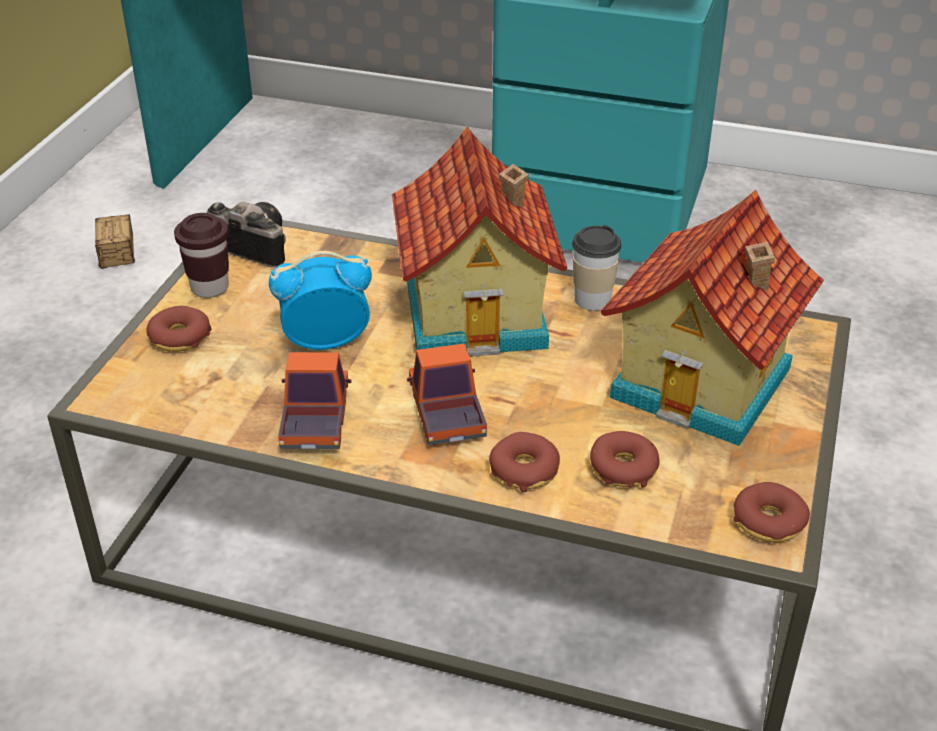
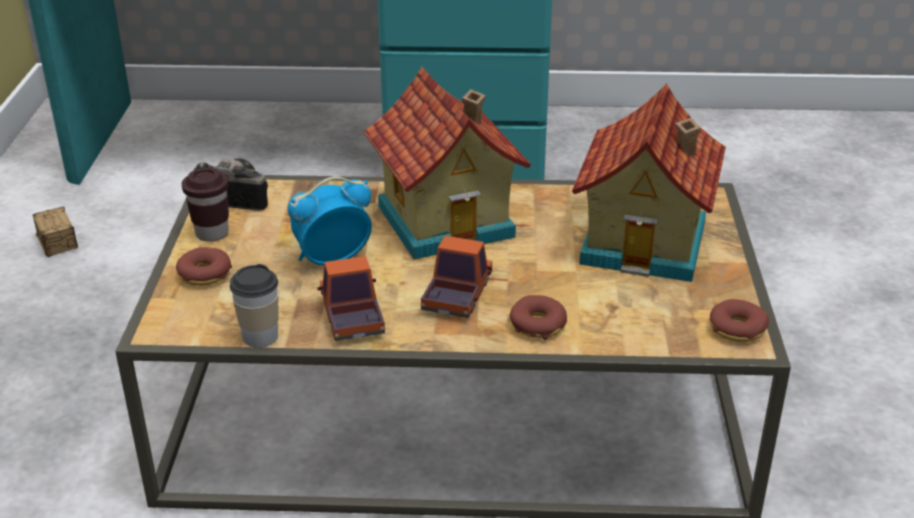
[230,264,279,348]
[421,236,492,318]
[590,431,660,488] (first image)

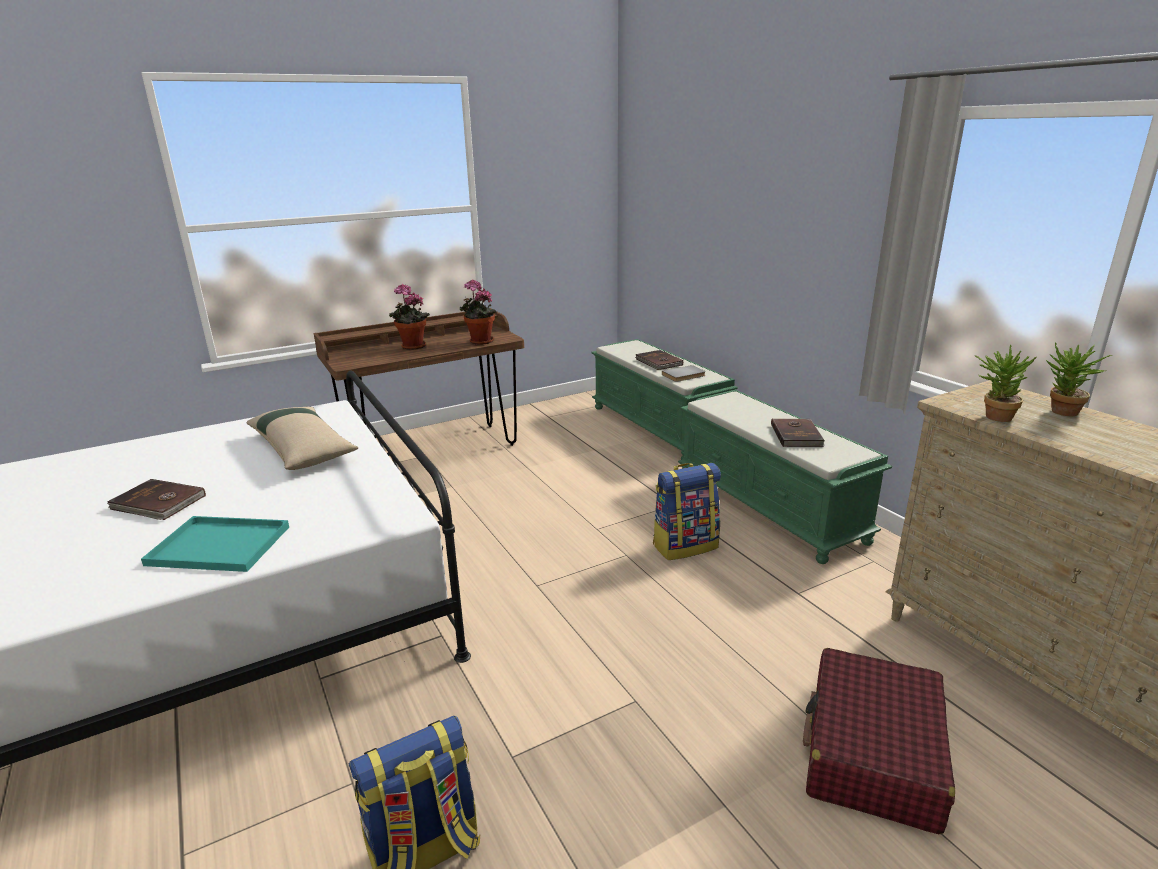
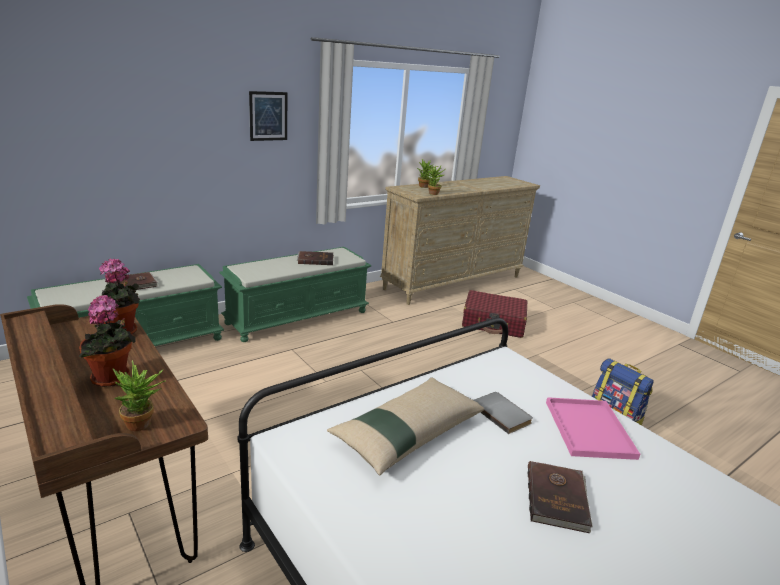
[112,360,166,431]
[249,91,287,141]
[474,392,533,434]
[546,397,640,460]
[653,463,721,560] (first image)

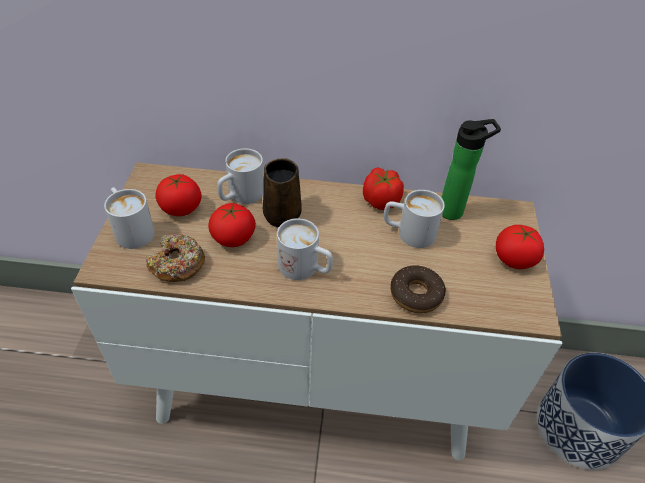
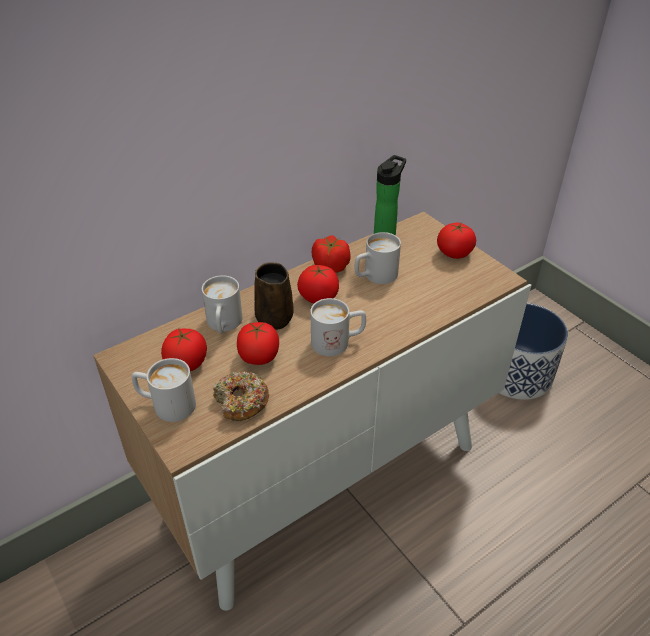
[297,265,339,303]
[390,265,446,313] (first image)

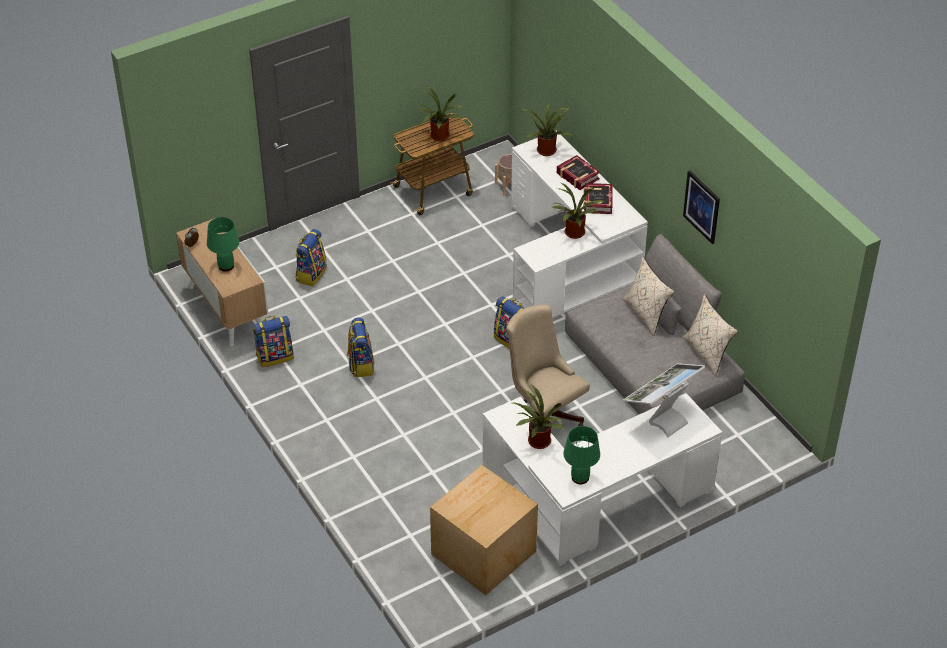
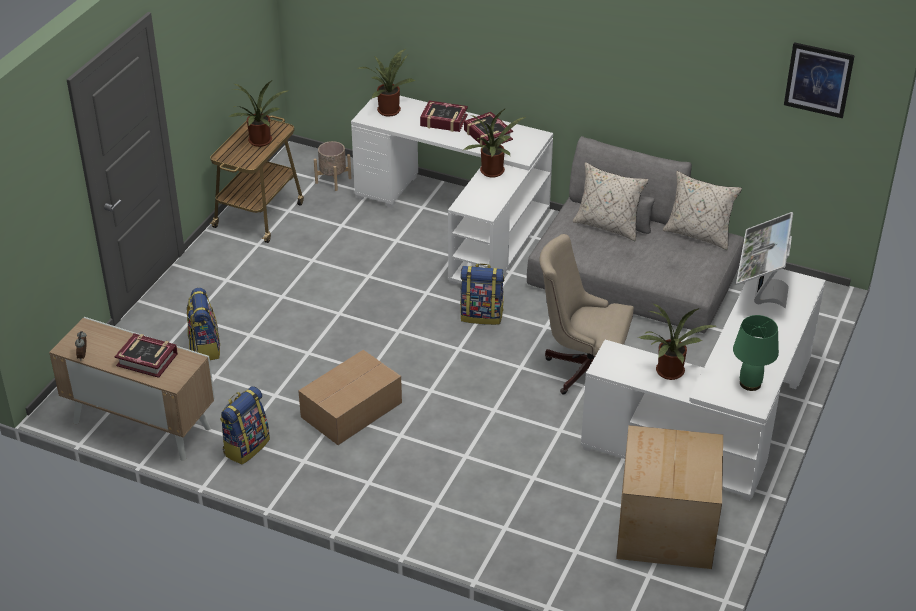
[115,333,178,378]
[298,350,402,445]
[784,42,855,118]

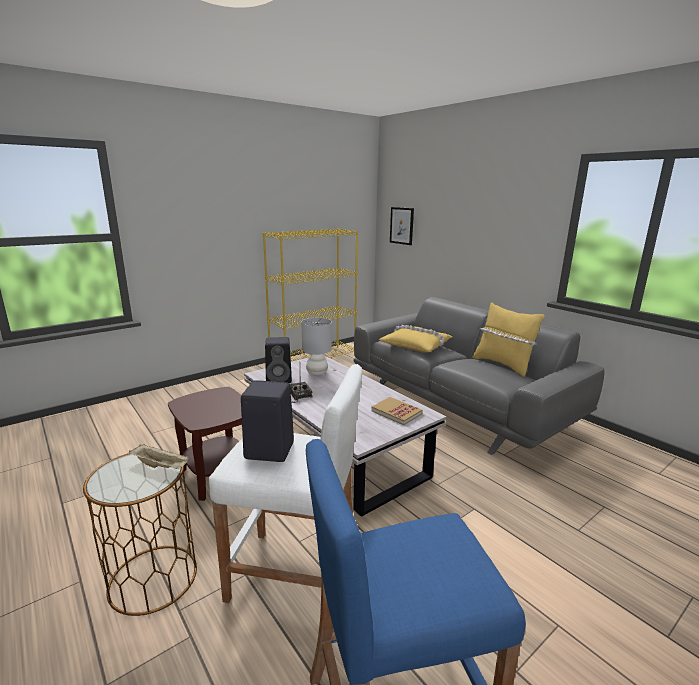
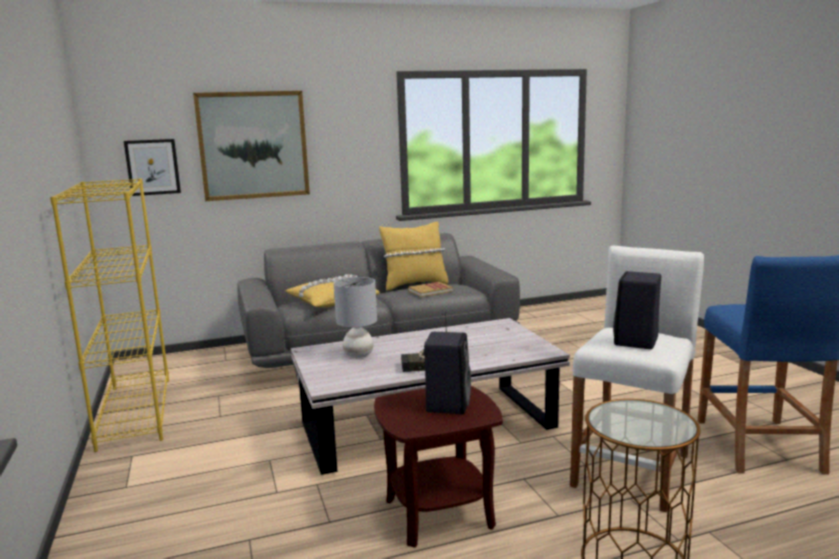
[193,91,310,201]
[408,282,453,297]
[424,332,471,414]
[129,444,190,469] (first image)

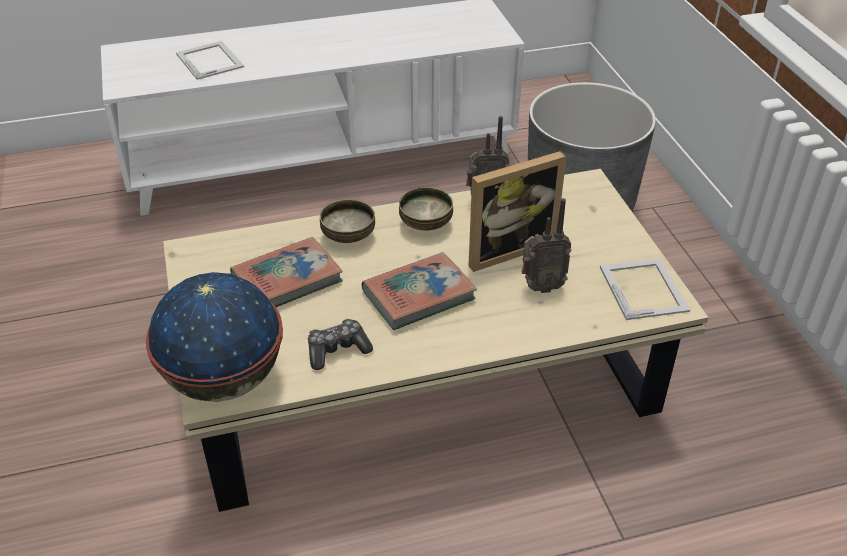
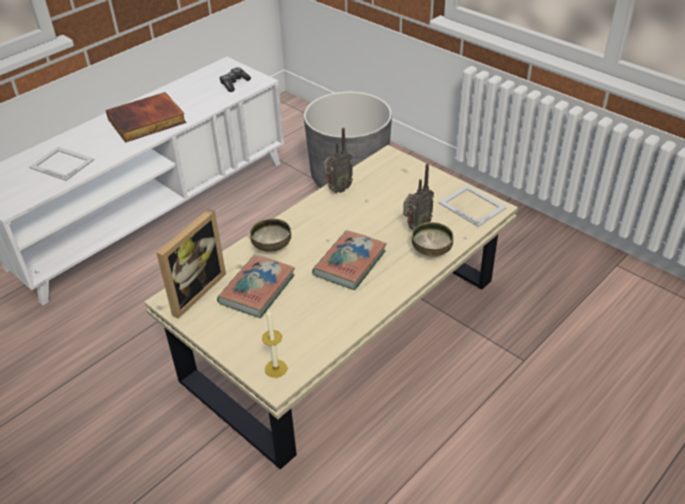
[106,92,186,143]
[156,209,226,319]
[219,67,251,92]
[262,310,287,378]
[412,222,453,256]

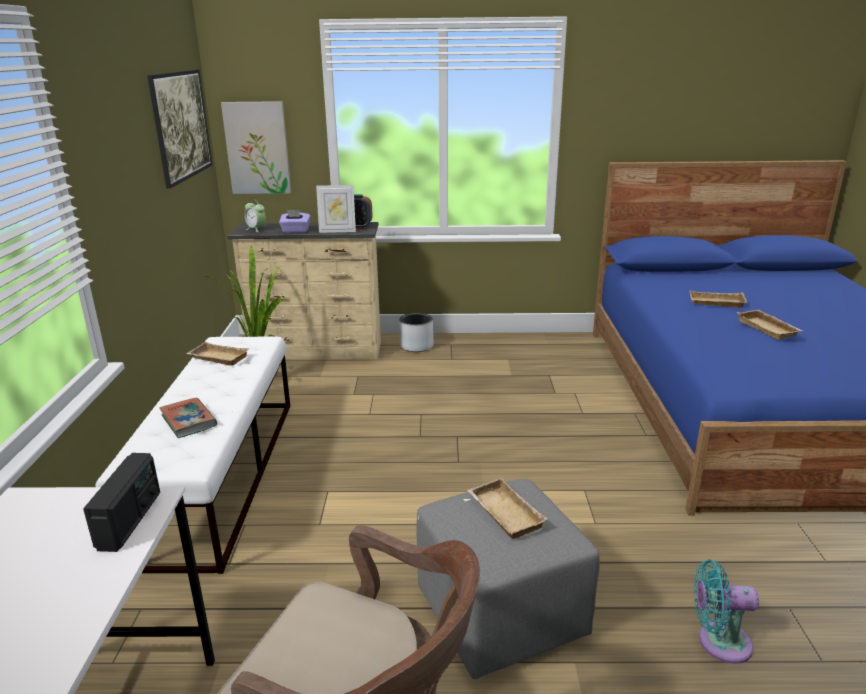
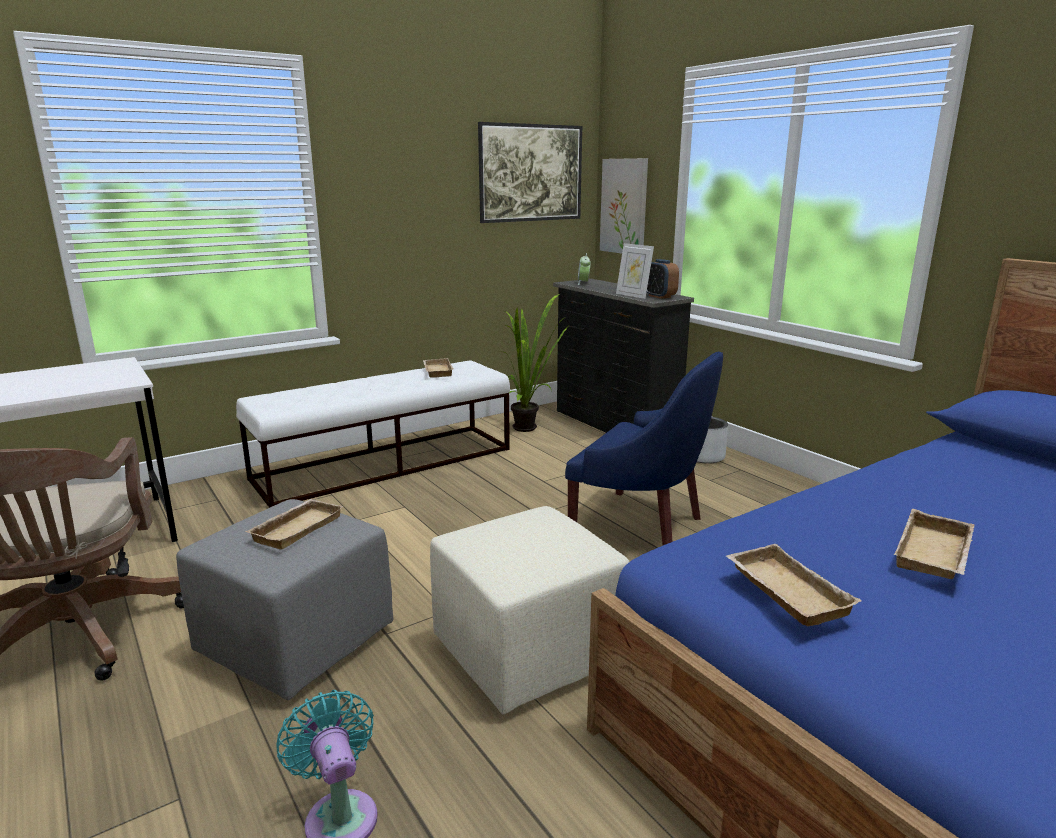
[430,506,629,714]
[553,279,694,433]
[565,351,723,545]
[726,544,862,626]
[83,453,160,552] (first image)
[159,398,217,438] (first image)
[279,210,310,233] (first image)

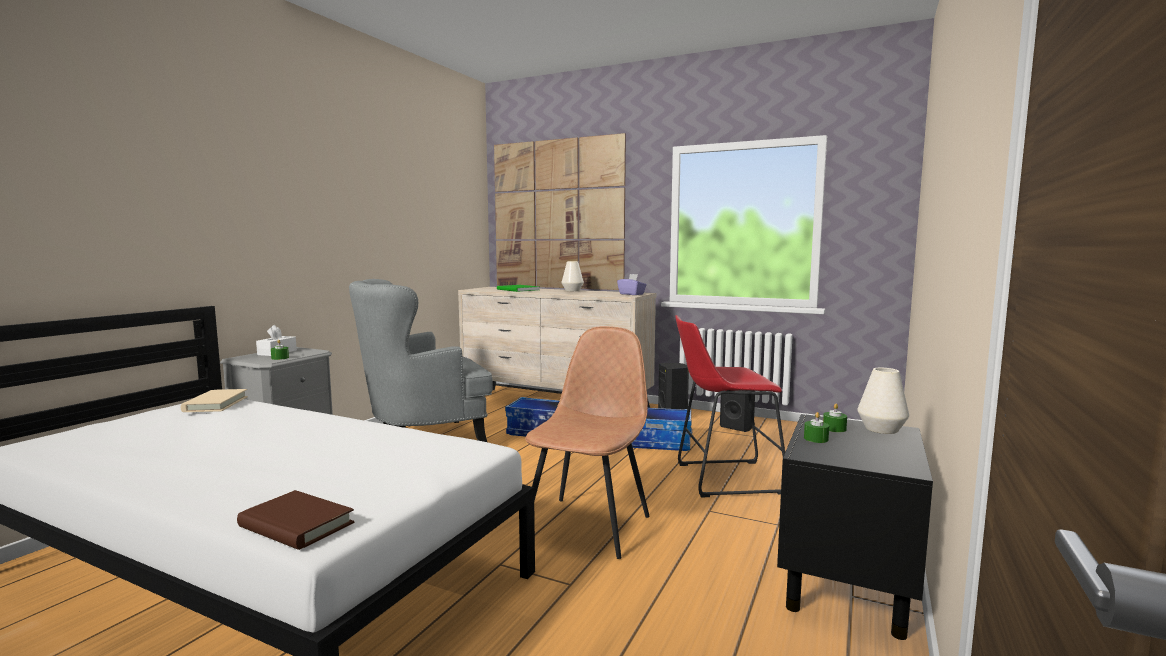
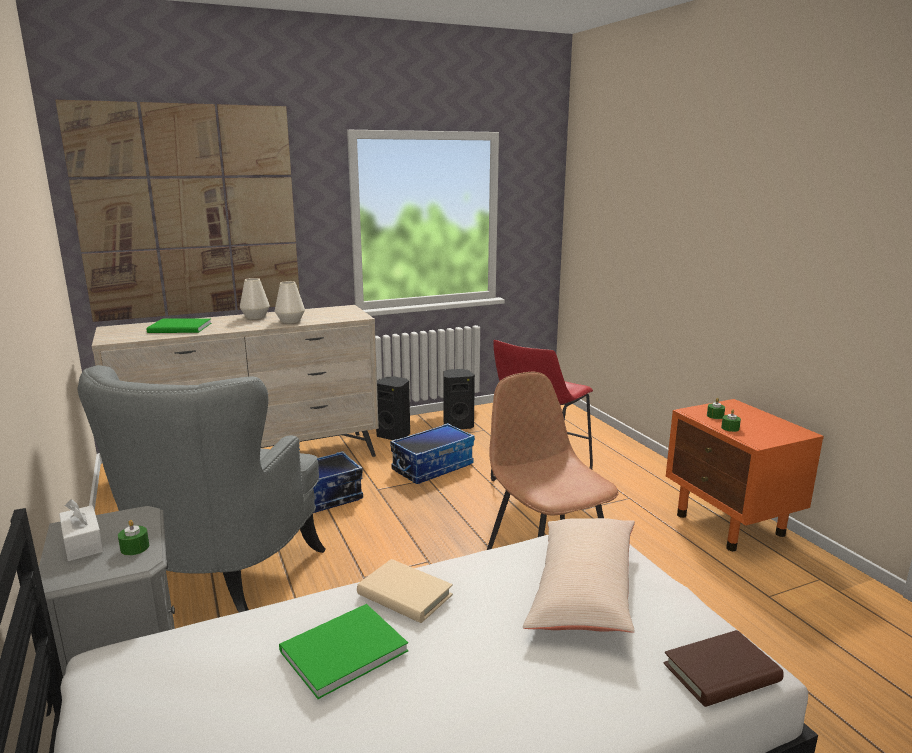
[275,281,305,323]
[279,604,408,699]
[357,559,453,623]
[523,518,635,633]
[666,399,824,551]
[617,274,647,295] (first image)

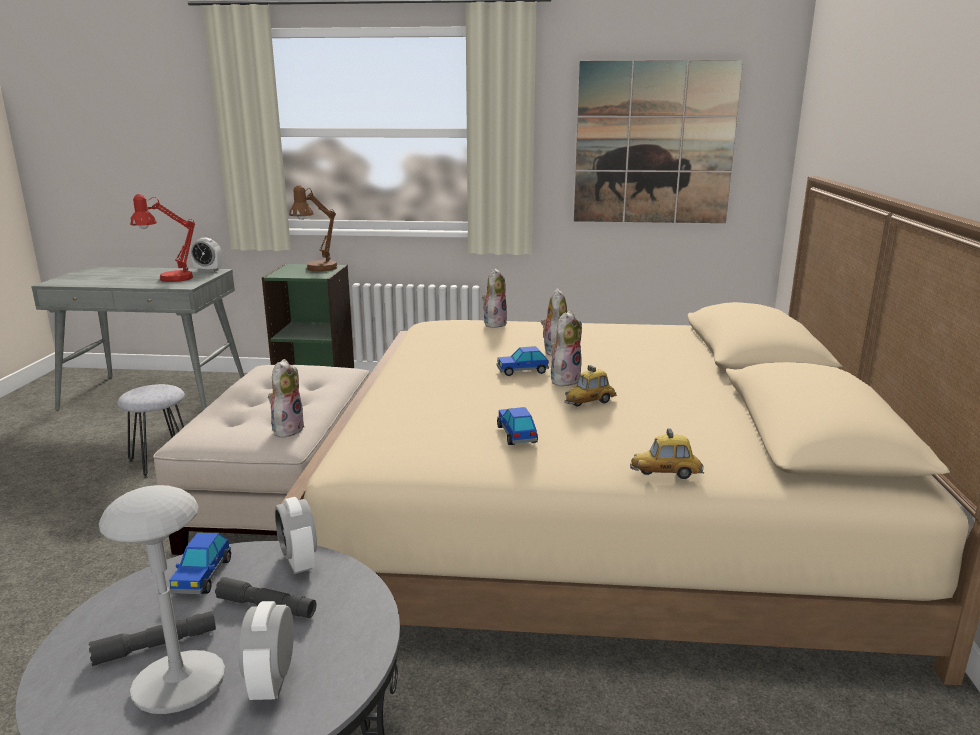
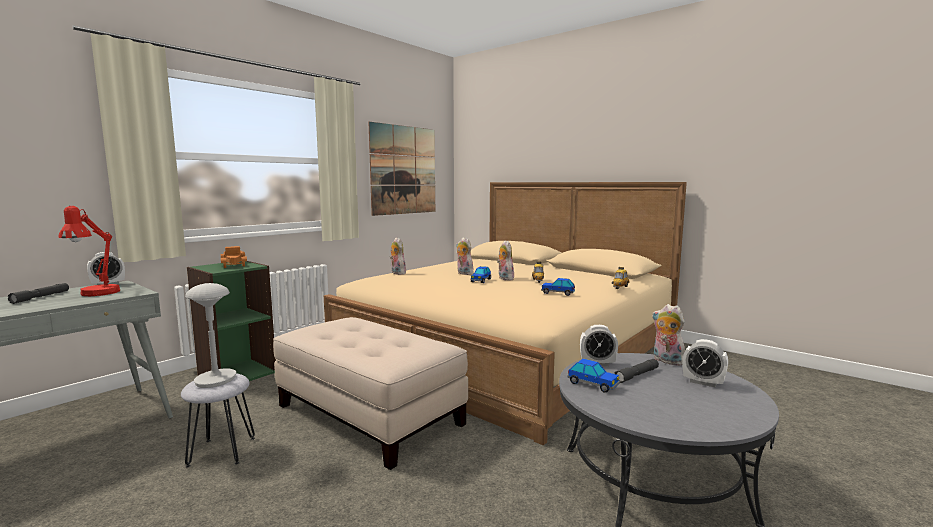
[8,283,69,304]
[185,283,237,388]
[221,246,247,268]
[652,304,685,366]

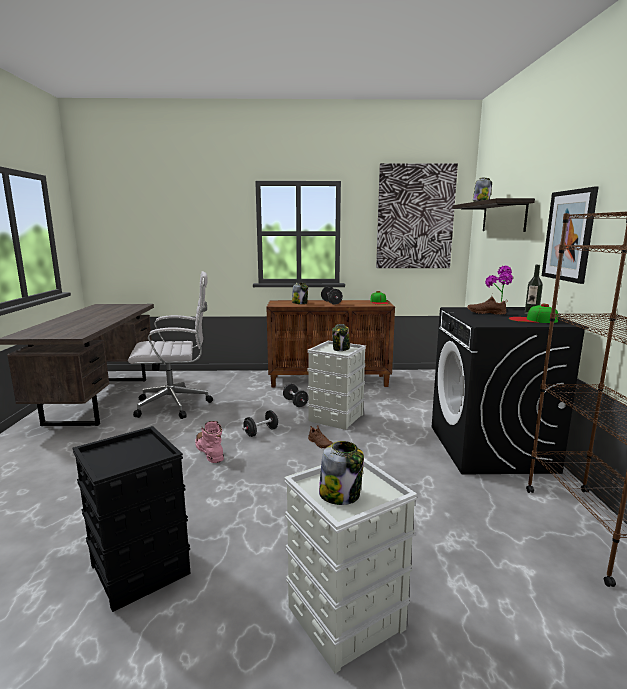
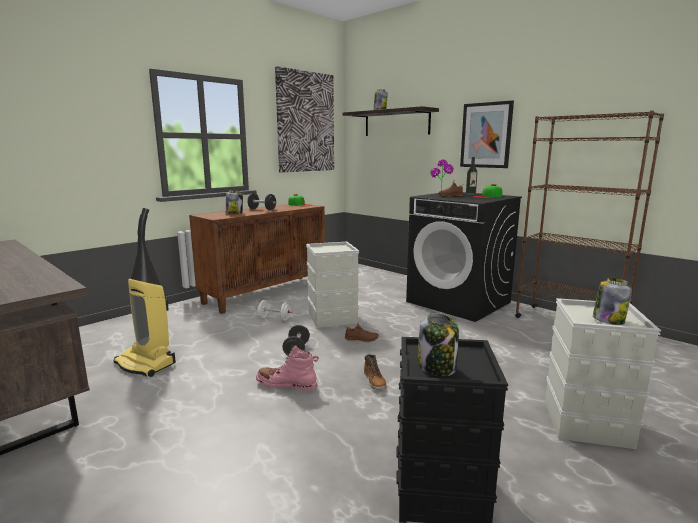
[114,208,176,377]
[256,300,293,321]
[364,354,387,390]
[418,313,459,377]

